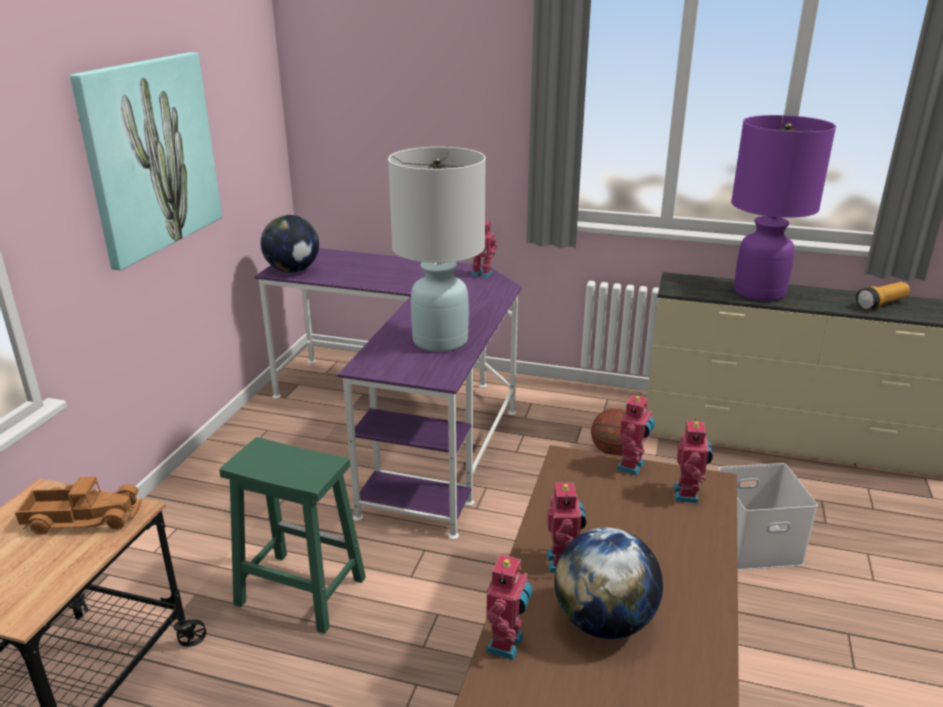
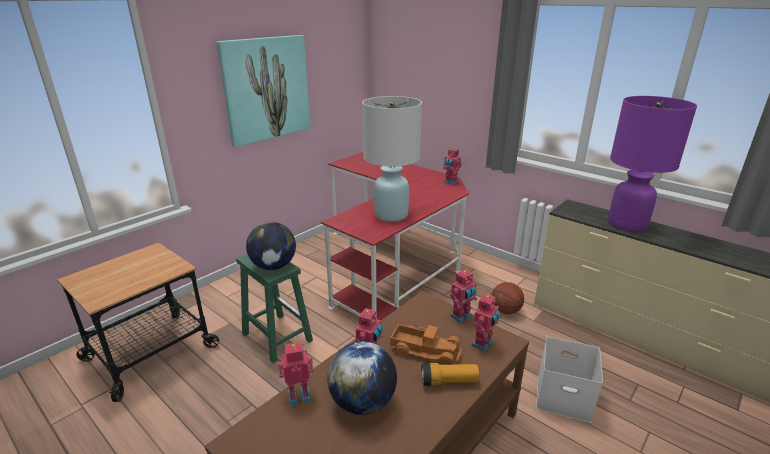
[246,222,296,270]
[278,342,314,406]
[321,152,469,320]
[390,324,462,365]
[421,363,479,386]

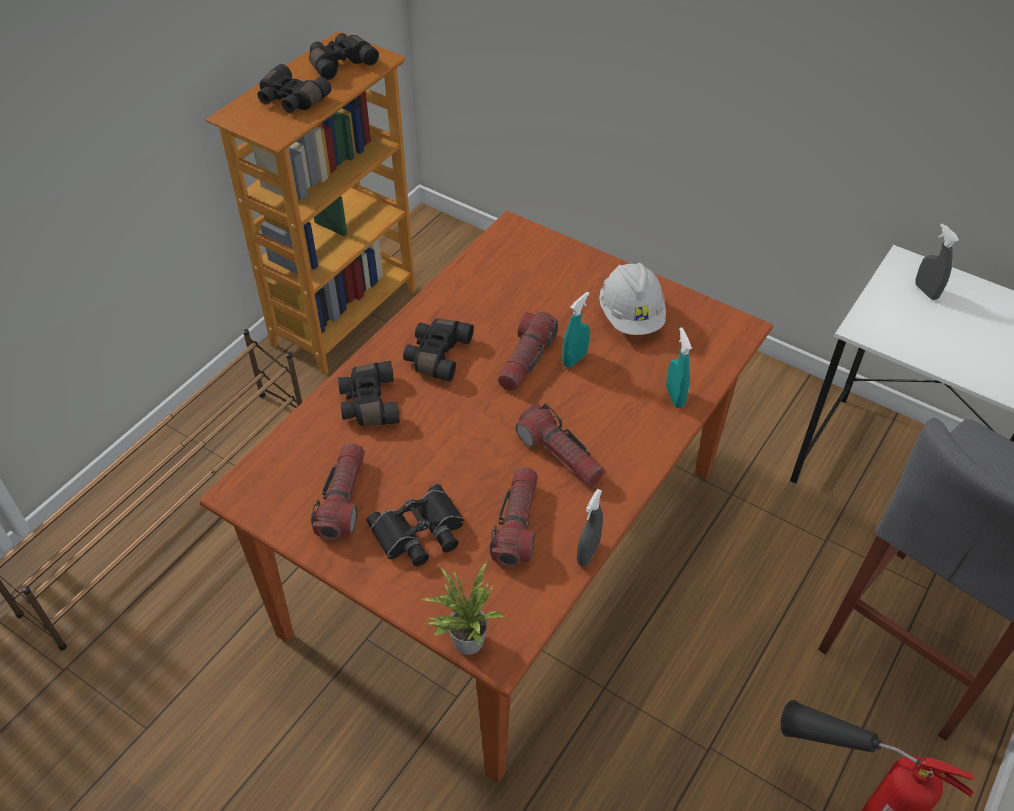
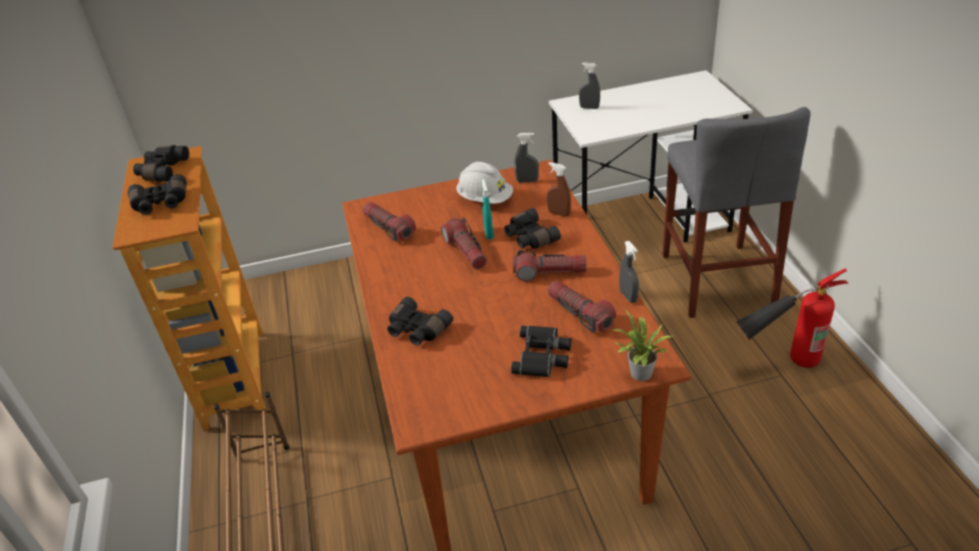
[363,202,416,242]
[504,208,561,248]
[514,133,539,182]
[547,162,571,217]

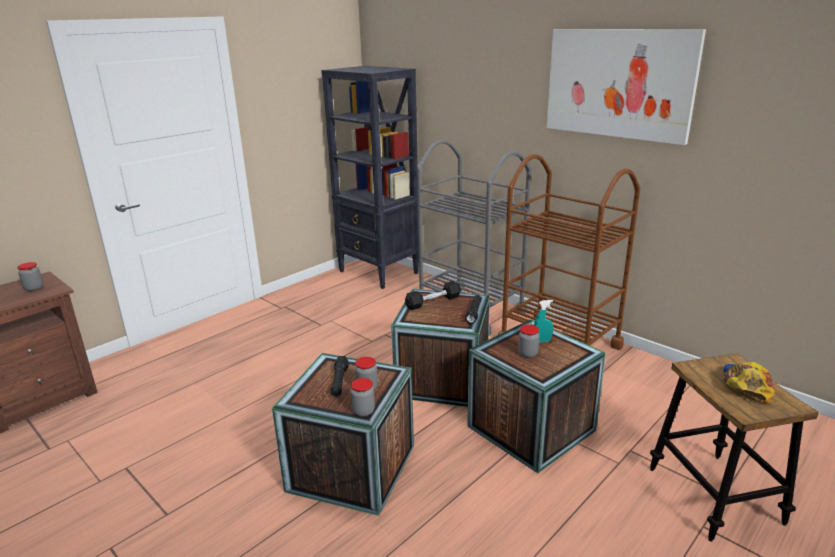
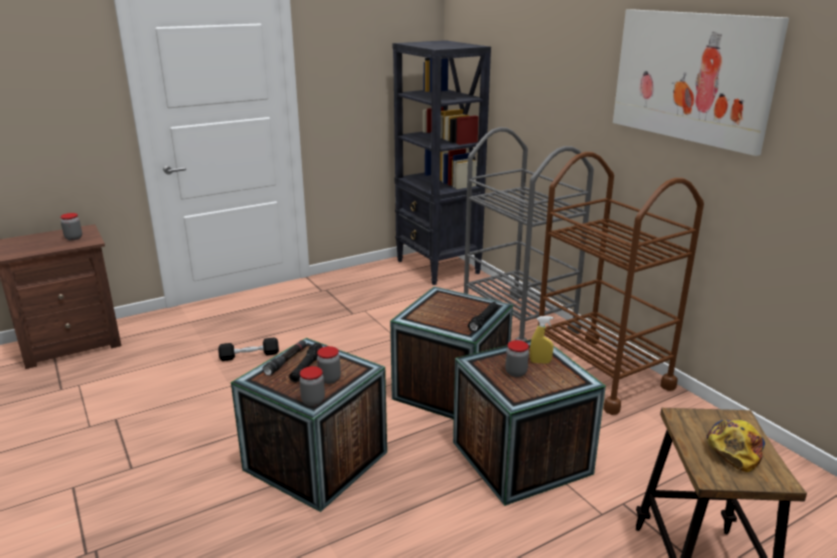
[218,337,279,361]
[263,340,307,376]
[530,316,553,364]

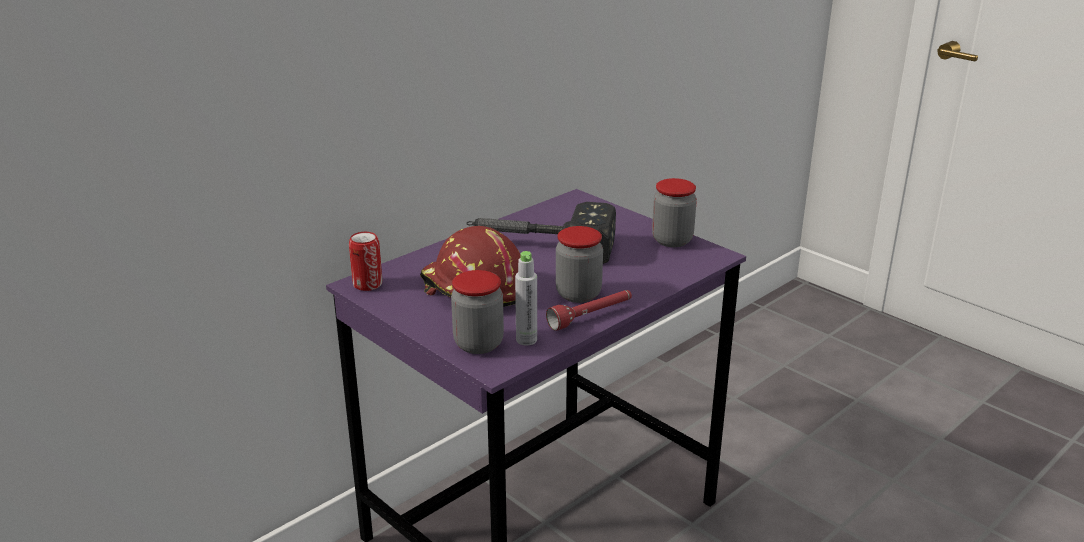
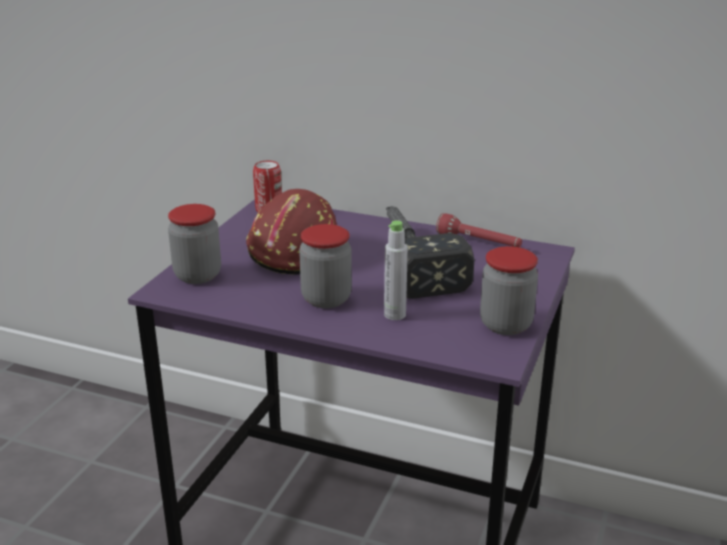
[384,220,408,320]
[436,213,522,247]

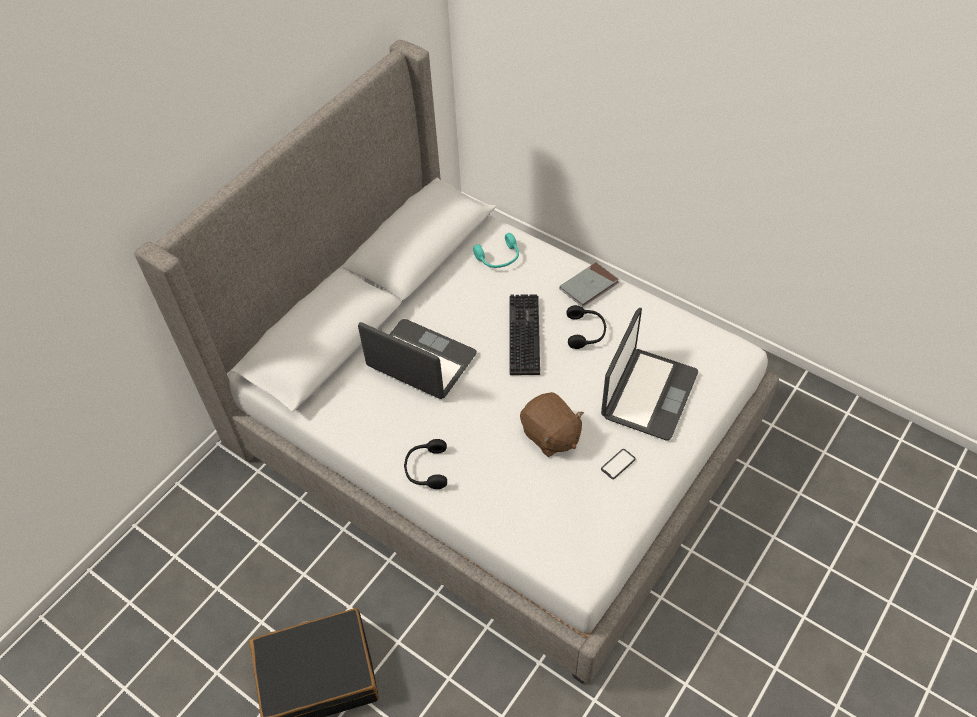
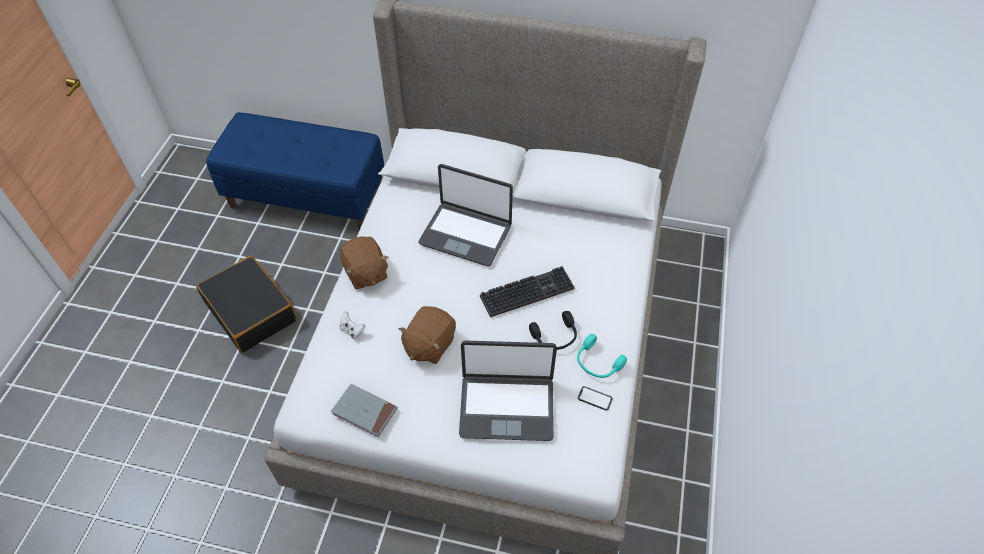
[206,112,384,230]
[331,384,398,438]
[339,311,365,339]
[340,236,389,289]
[419,164,513,266]
[577,334,627,378]
[578,386,613,410]

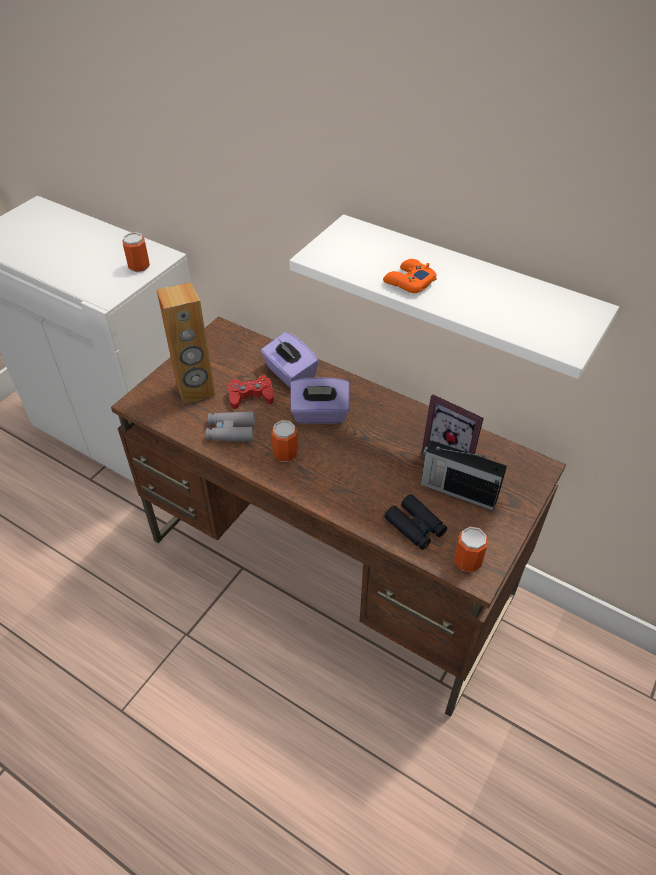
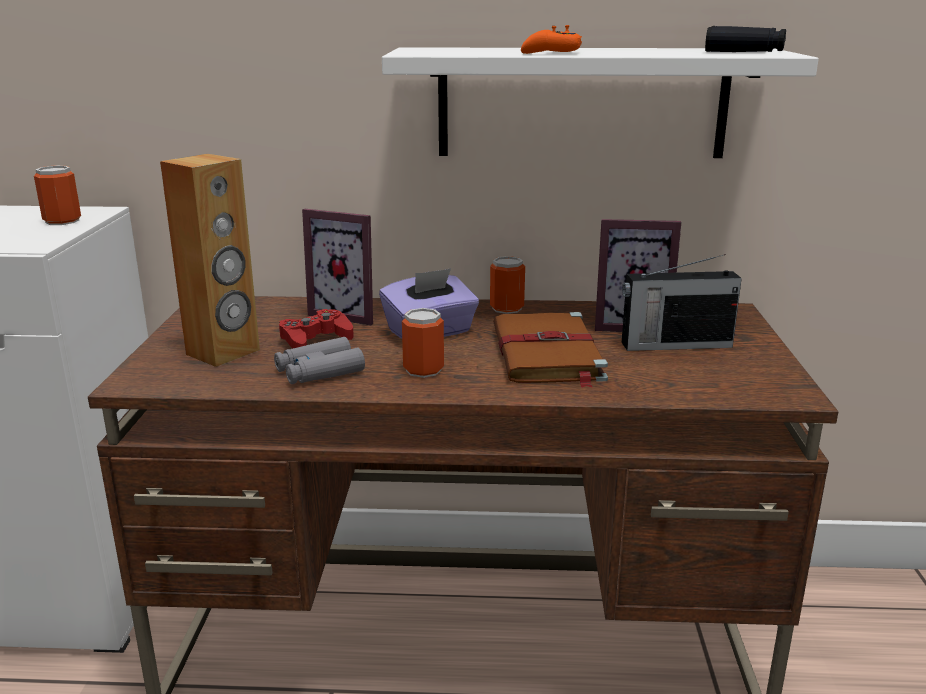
[302,209,373,325]
[490,256,525,314]
[493,312,608,388]
[705,26,786,52]

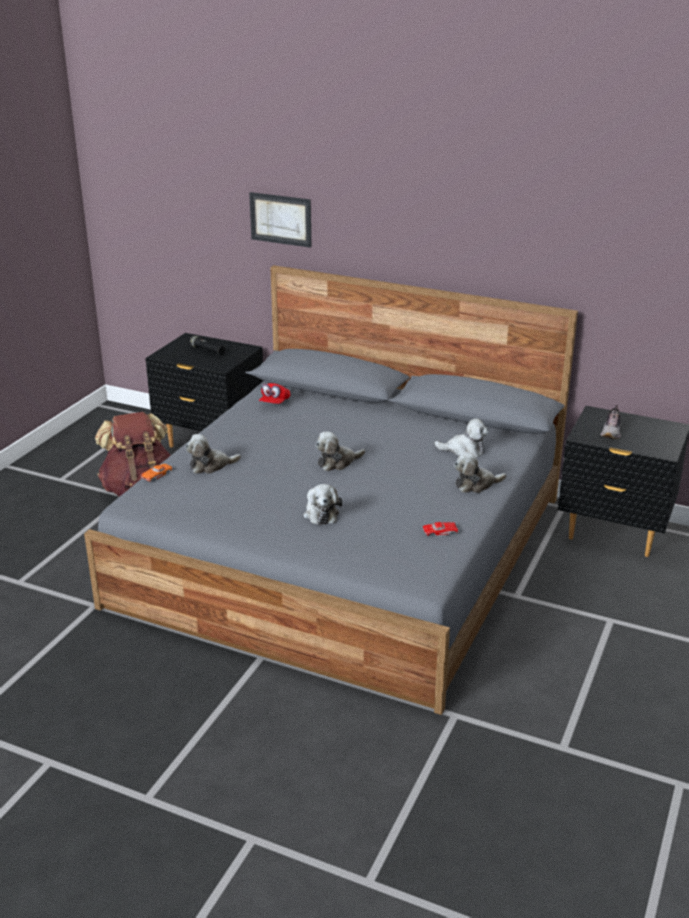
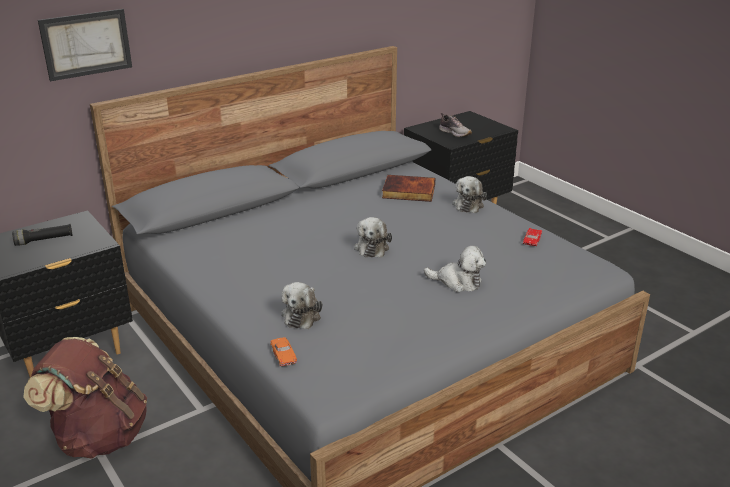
[382,175,435,202]
[259,383,291,404] (first image)

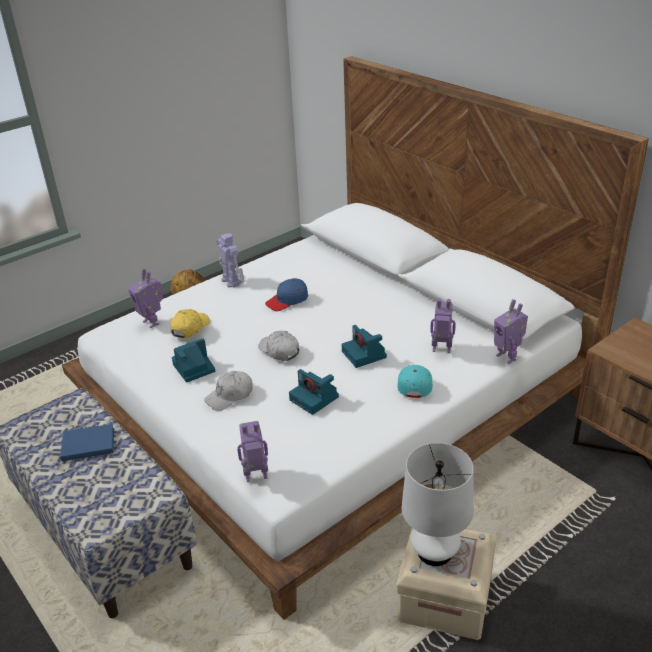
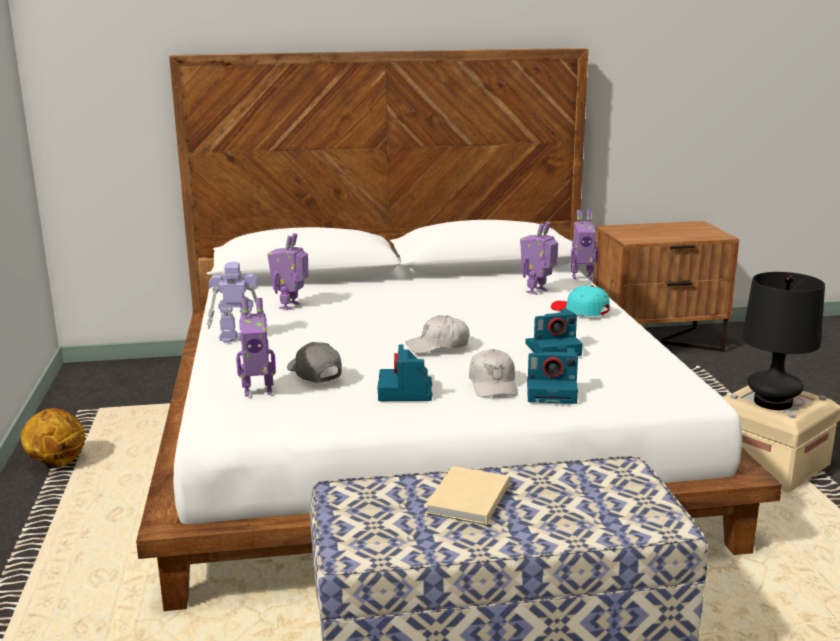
[267,233,308,310]
[287,342,342,383]
[426,466,510,525]
[527,348,578,404]
[742,272,825,410]
[265,278,308,311] (first image)

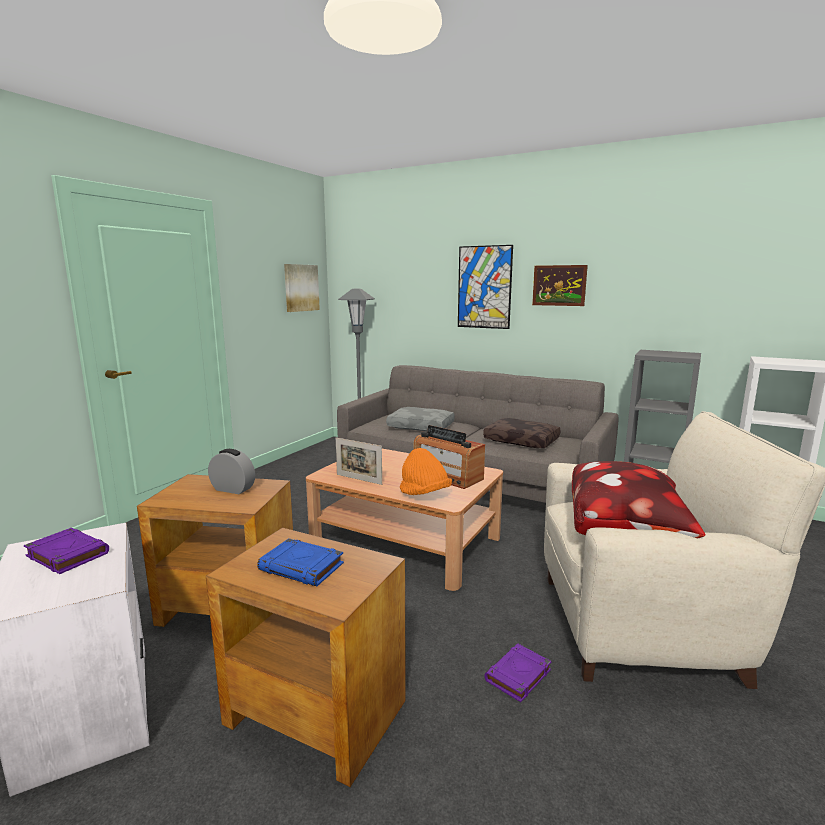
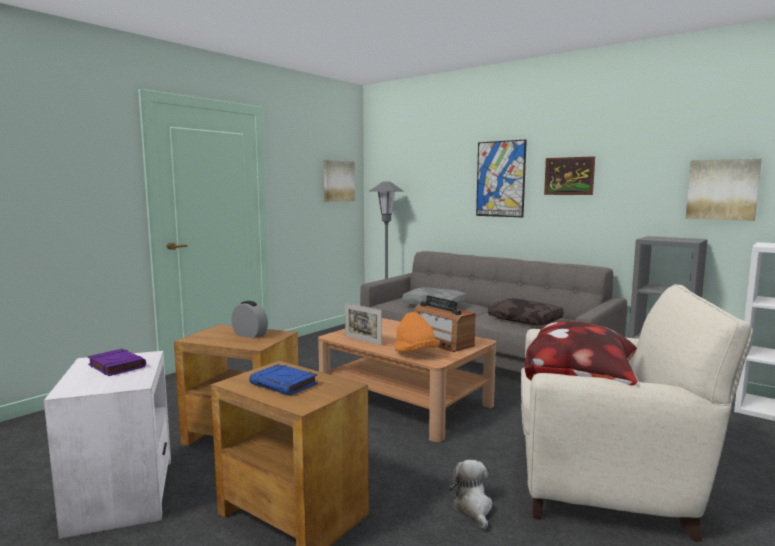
[449,460,493,529]
[686,158,762,221]

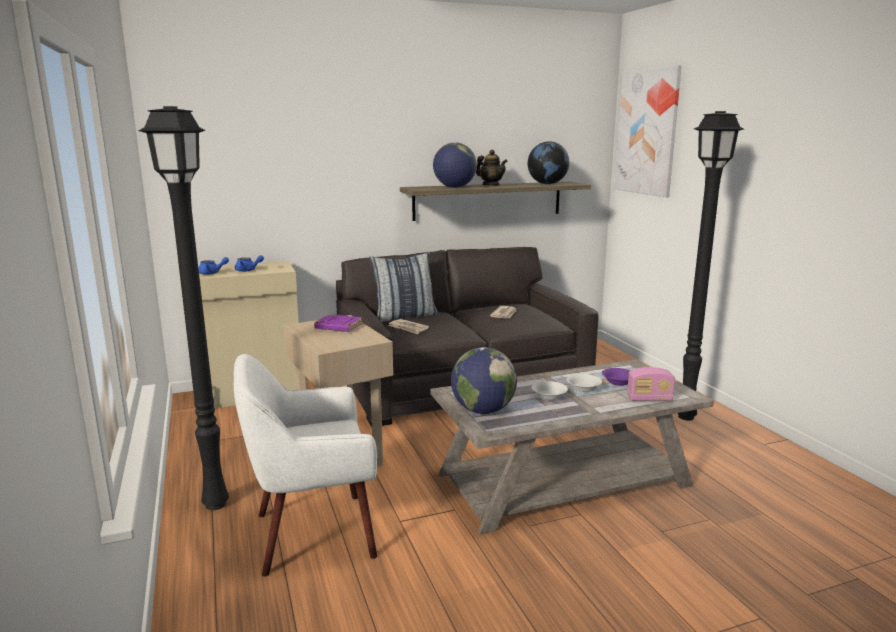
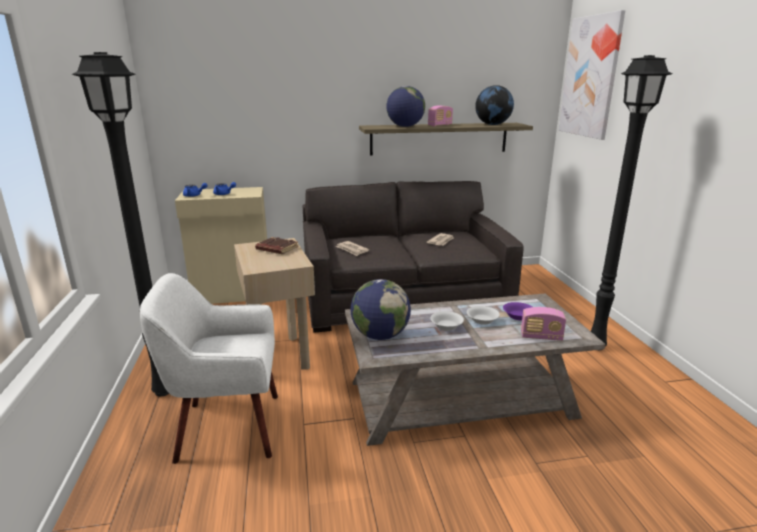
[255,237,298,254]
[428,105,453,126]
[369,252,438,322] (first image)

